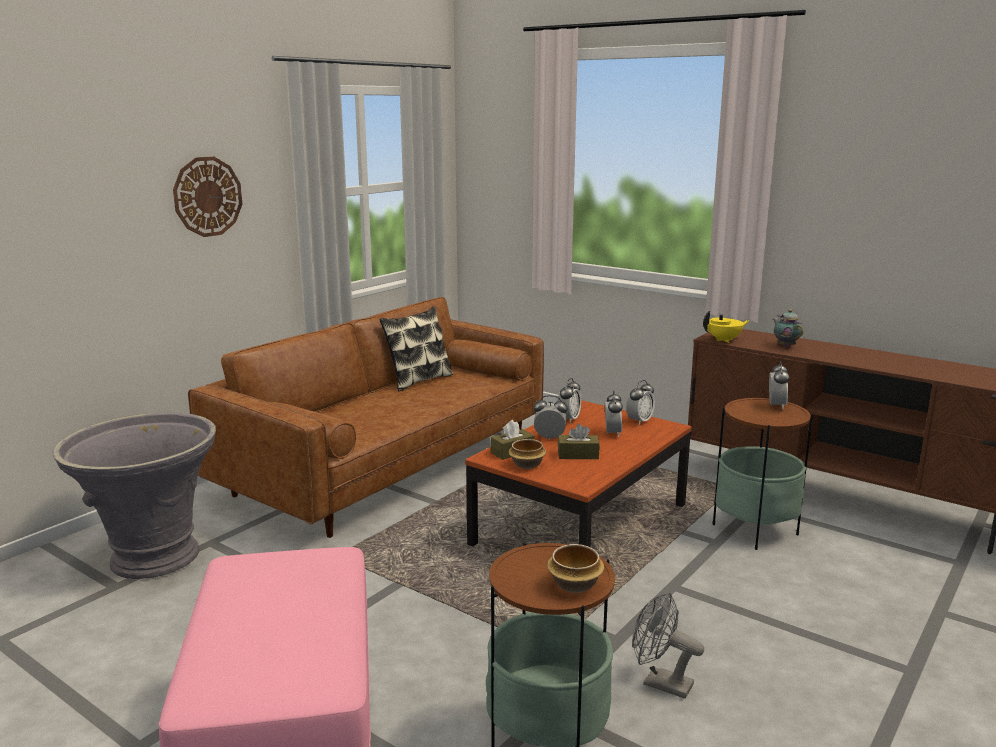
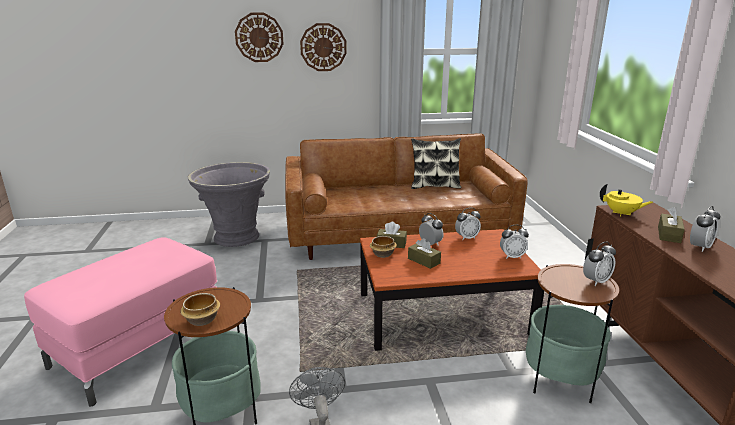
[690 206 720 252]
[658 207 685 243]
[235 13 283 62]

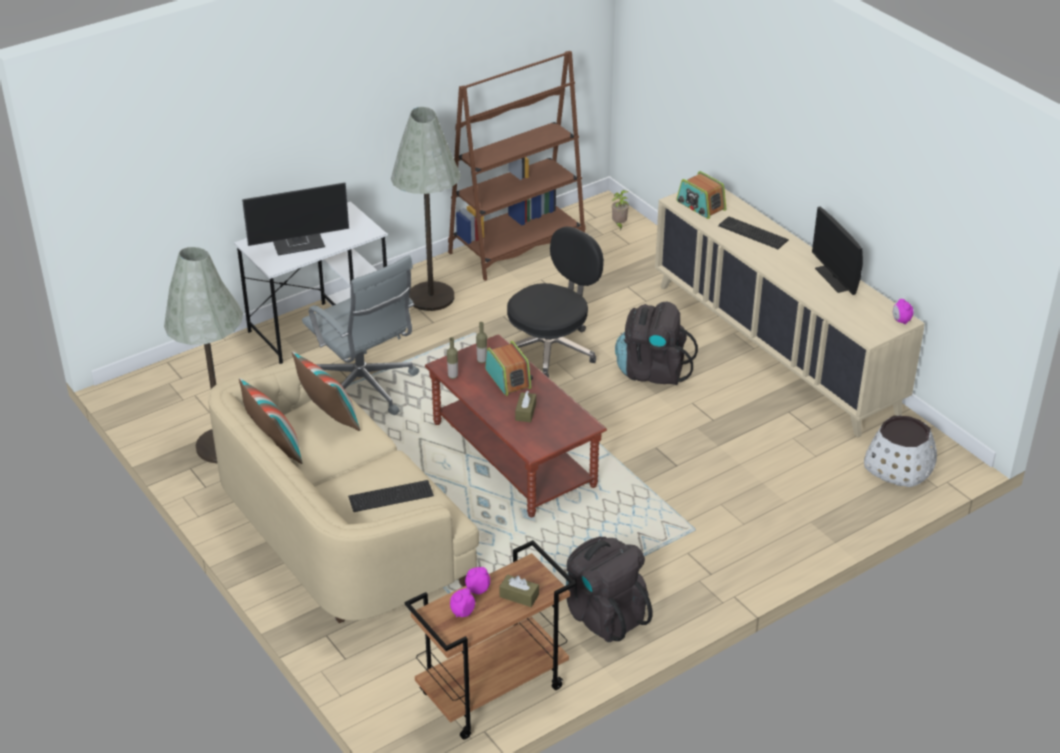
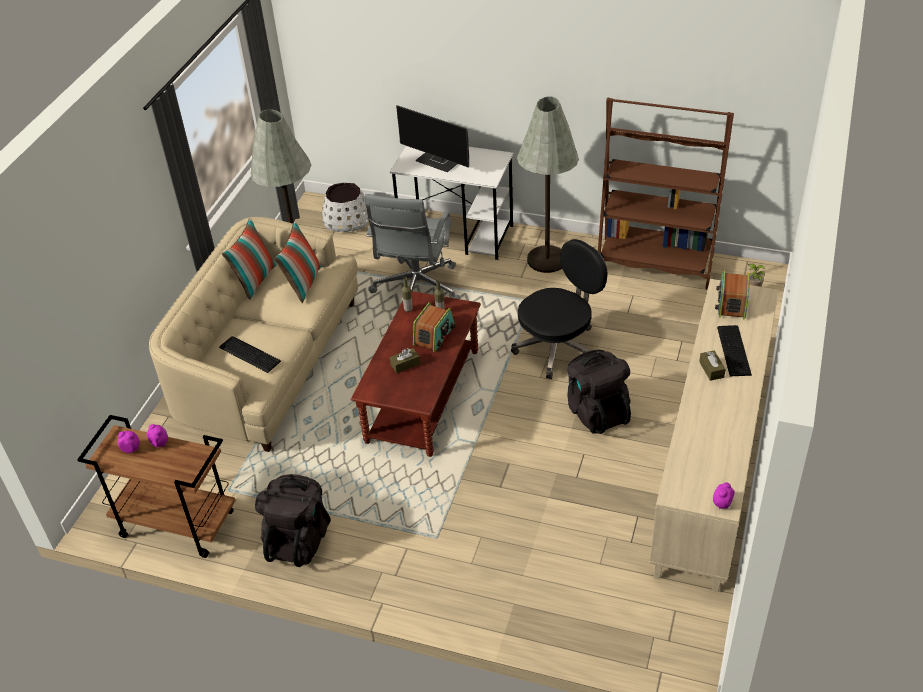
[699 351 726 381]
[511 239 608 379]
[812 207 863 295] (first image)
[322 183 369 232]

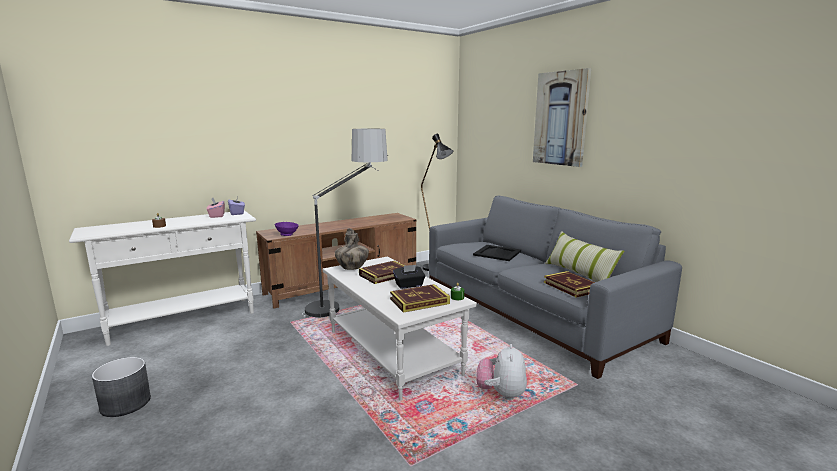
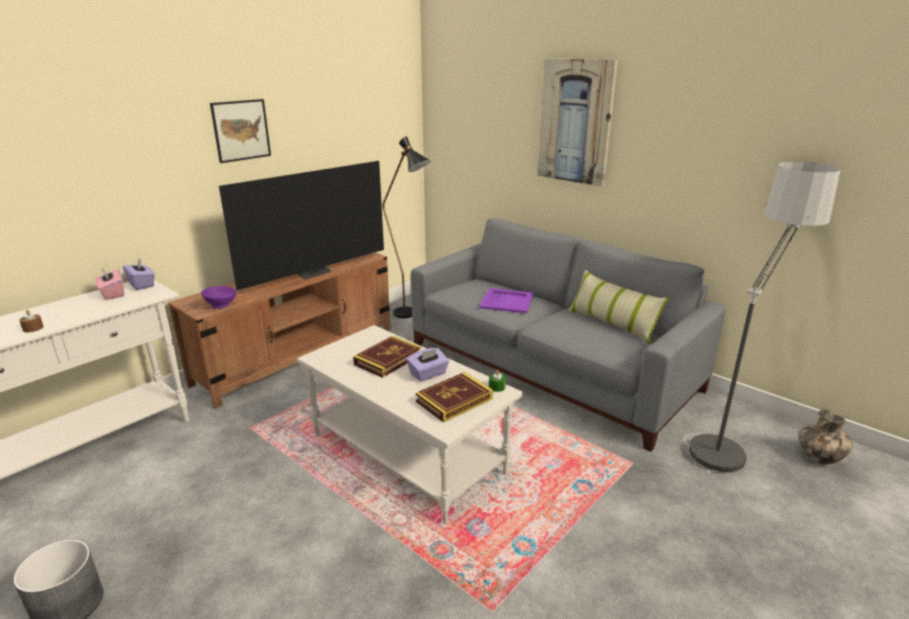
[684 162 841 474]
[799 409 853 465]
[406 348 449 382]
[479 288 534 314]
[476 344 527 400] (first image)
[544 271 595 298] (first image)
[210 99 271 163]
[219 161 384 290]

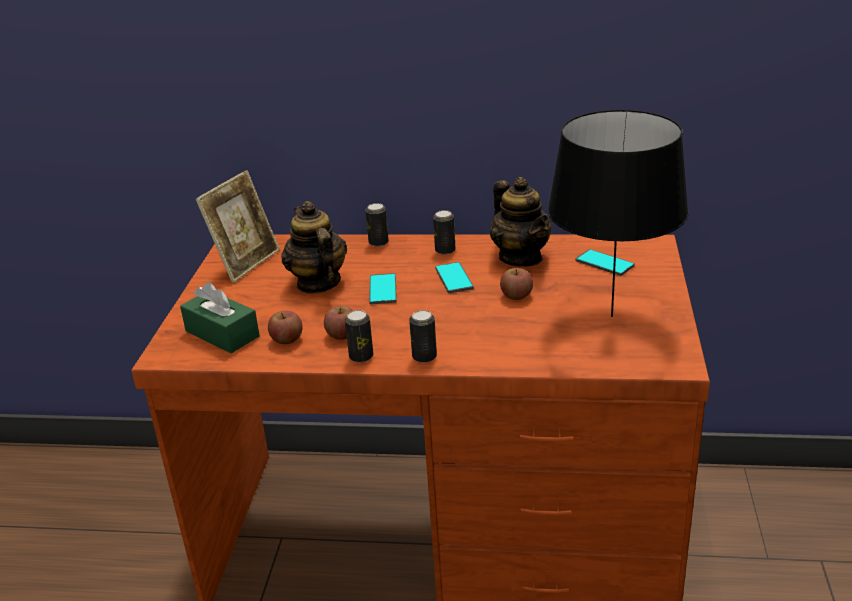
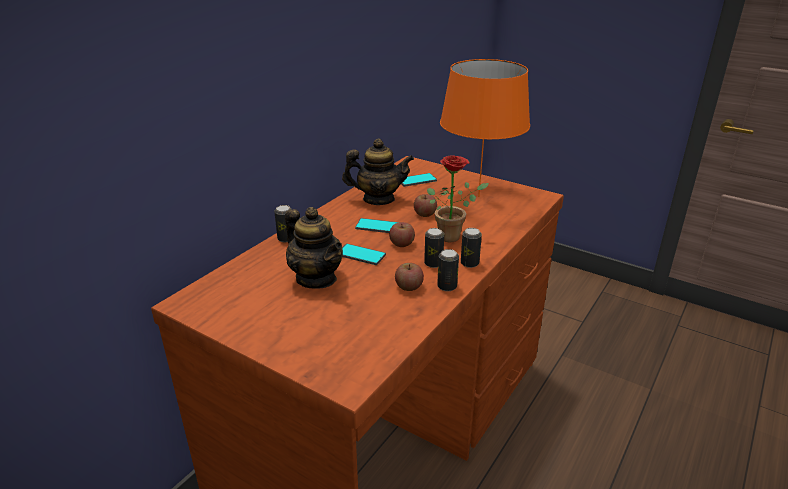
[180 282 260 353] (first image)
[195 170 280 283] (first image)
[389 222 415 247]
[285 207 343 289]
[424 228 444 268]
[440 59 530 197]
[427 155 489 242]

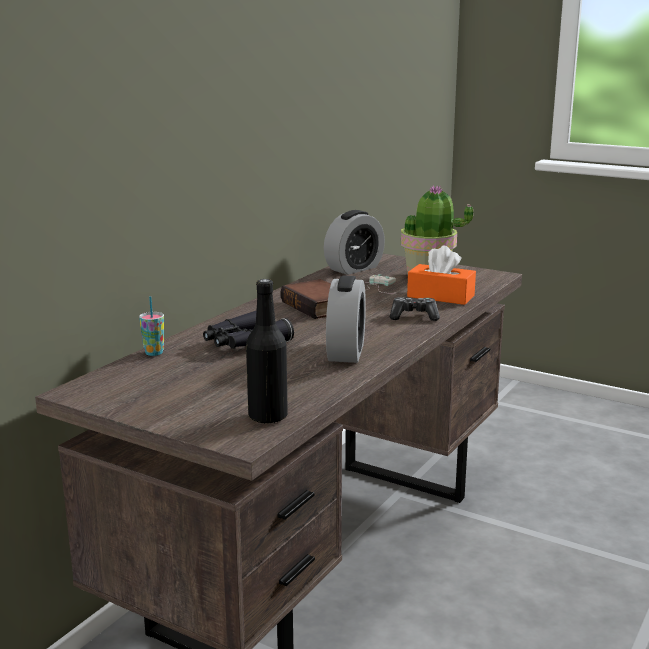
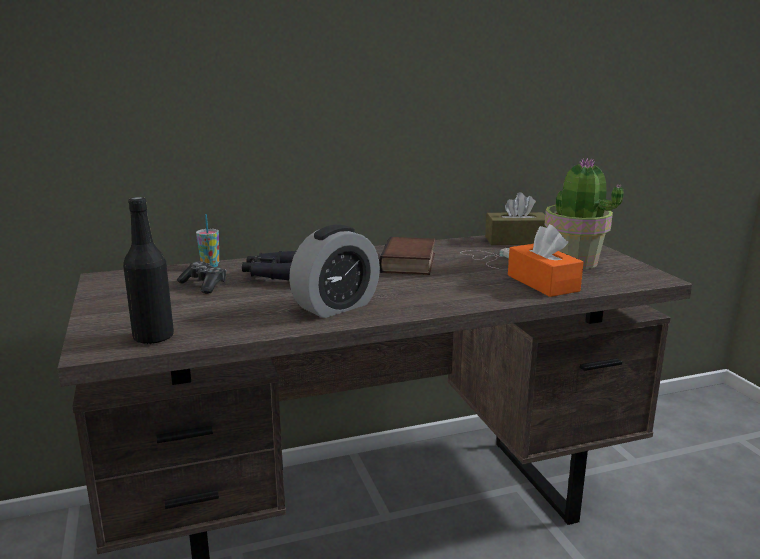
[485 192 547 245]
[177 261 227 294]

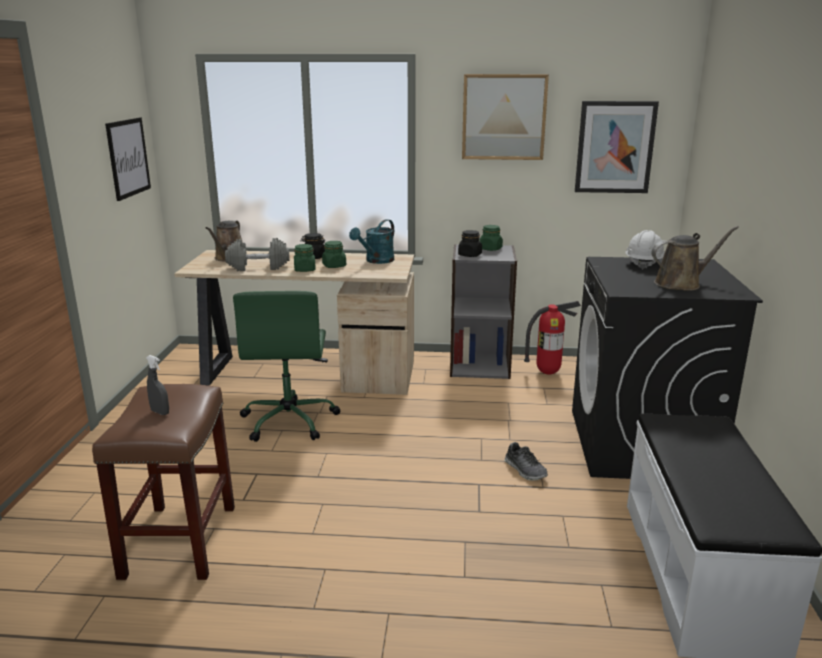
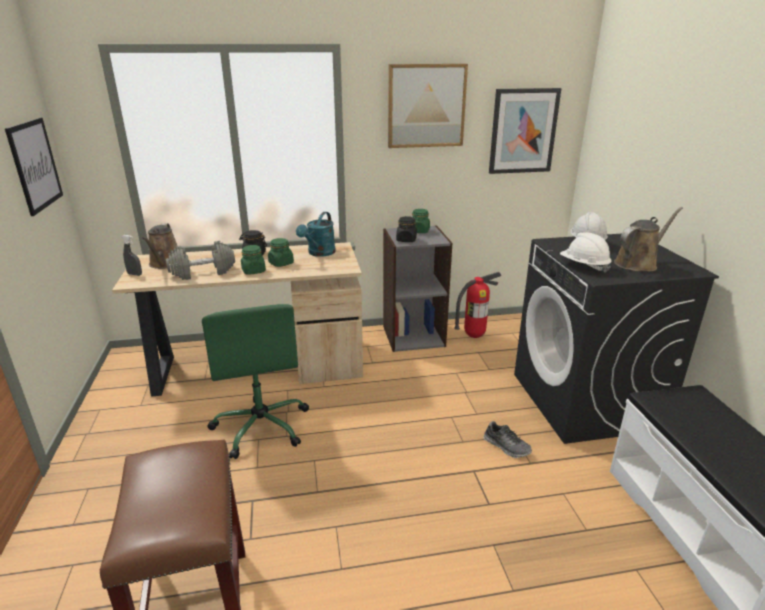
[122 235 142 276]
[560 232 612 273]

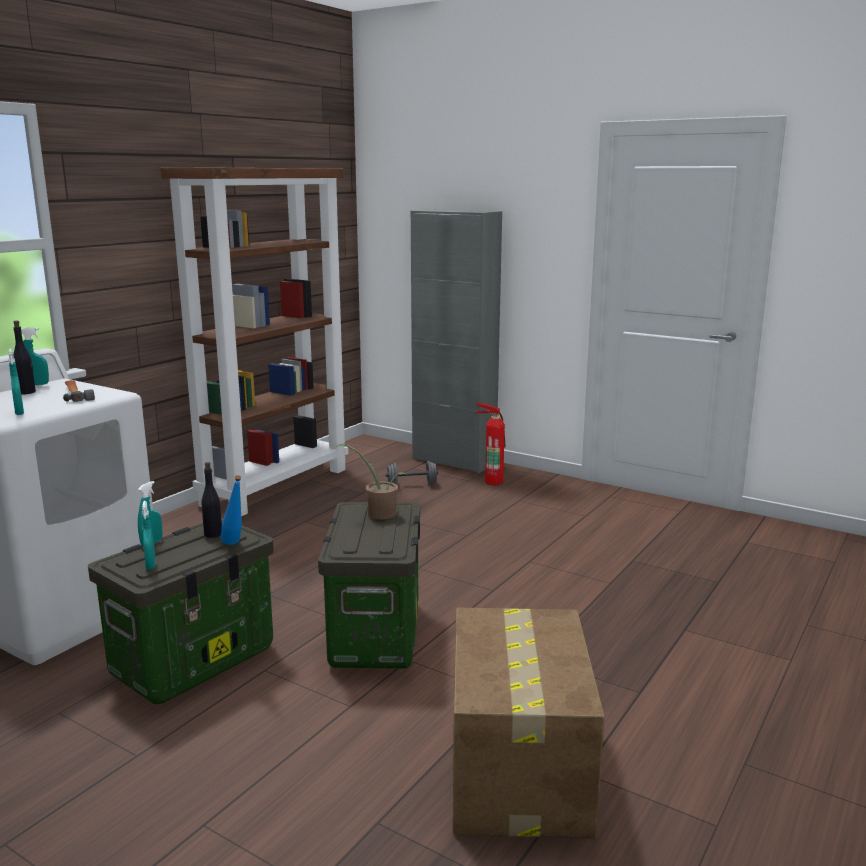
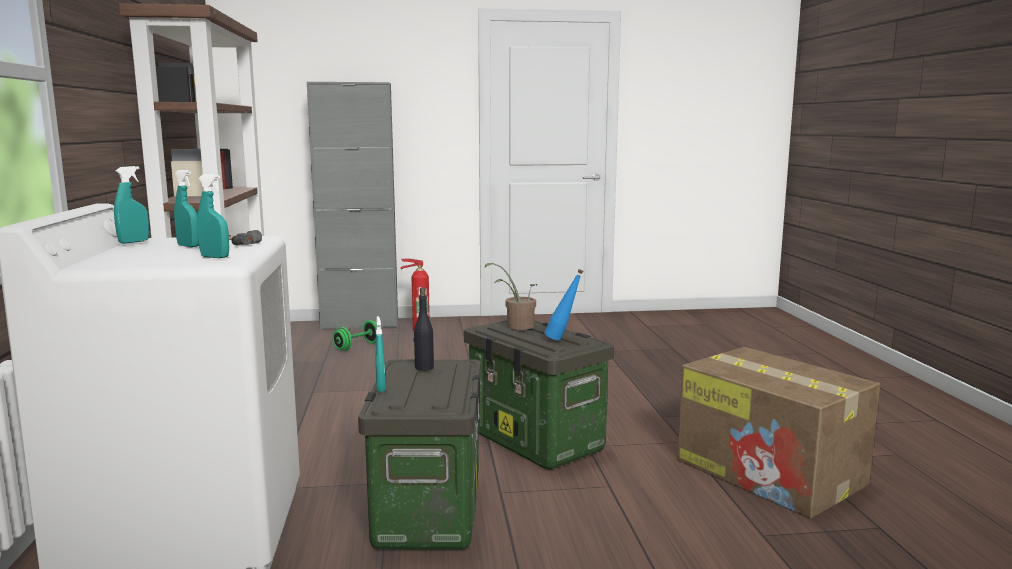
[13 321 36 394] (first image)
[174 170 199 247]
[544 269 583 340]
[332 320 376 351]

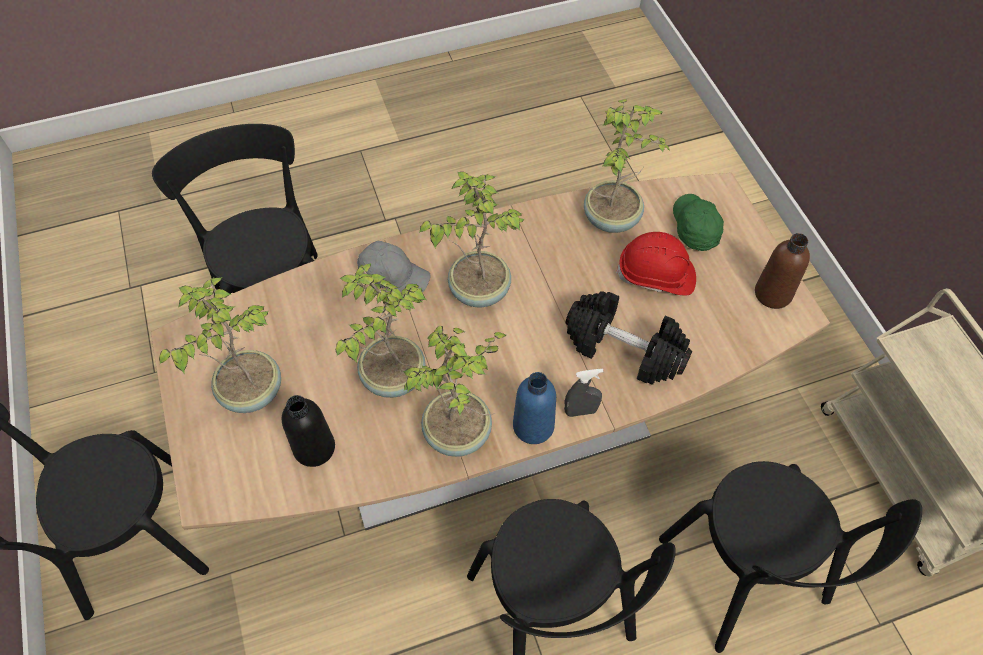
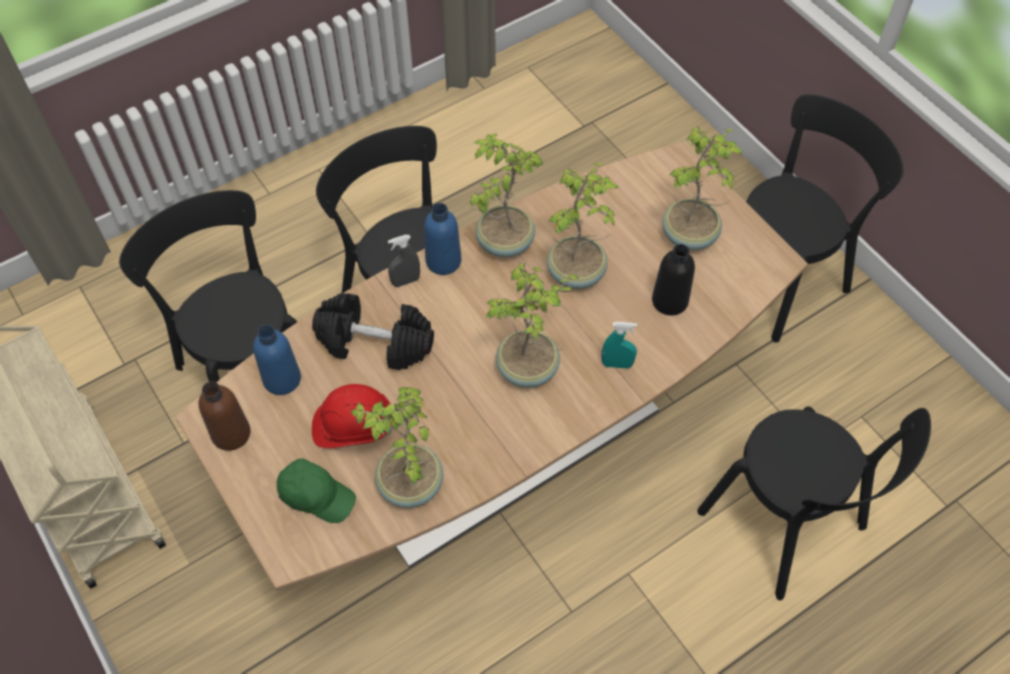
[652 244 695 316]
[601 322 637 369]
[277 458 356 523]
[253 325 301 395]

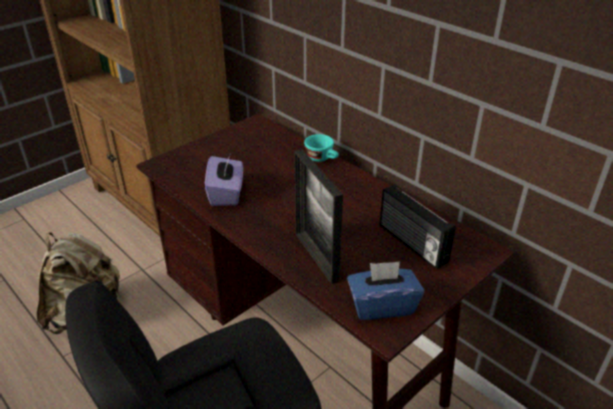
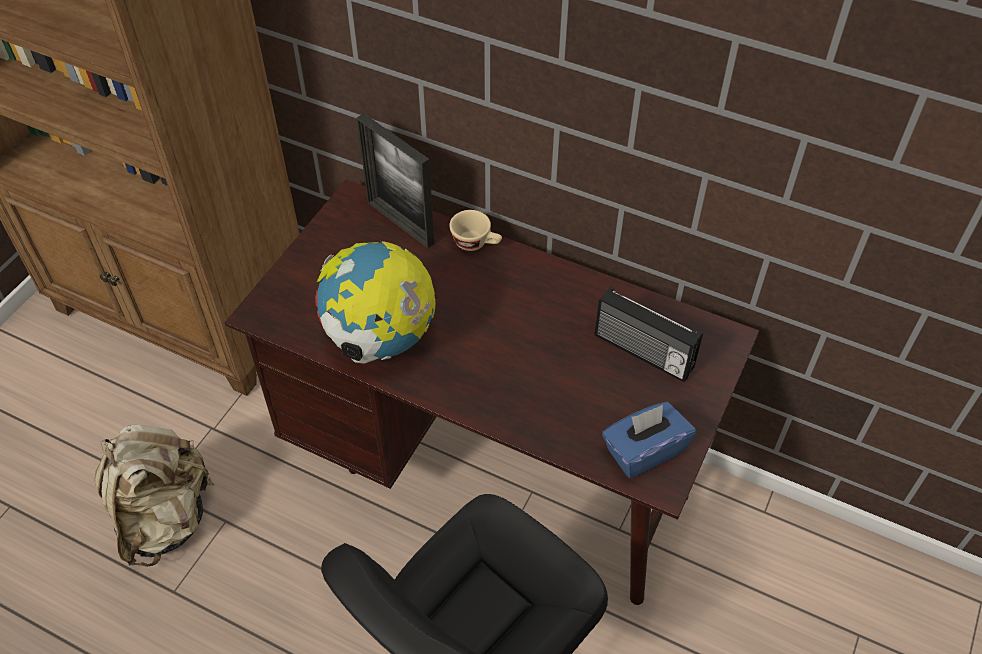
[315 240 436 364]
[357 113 434 248]
[449 210 502 251]

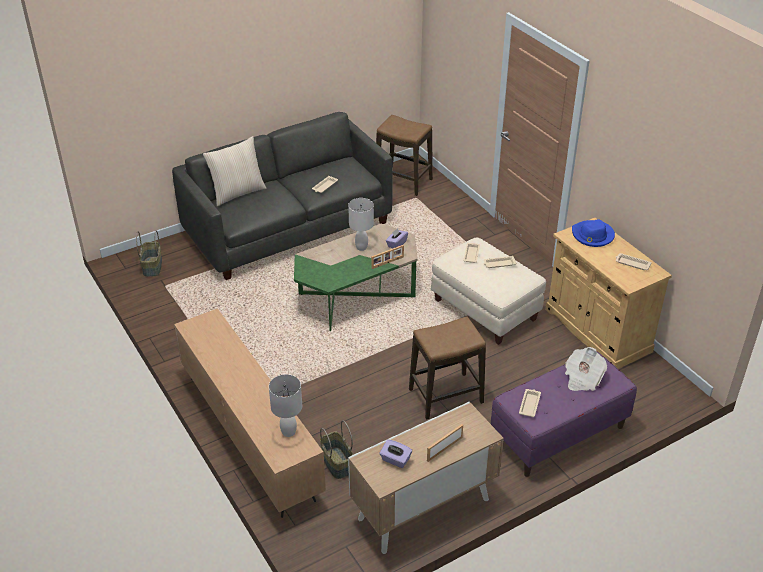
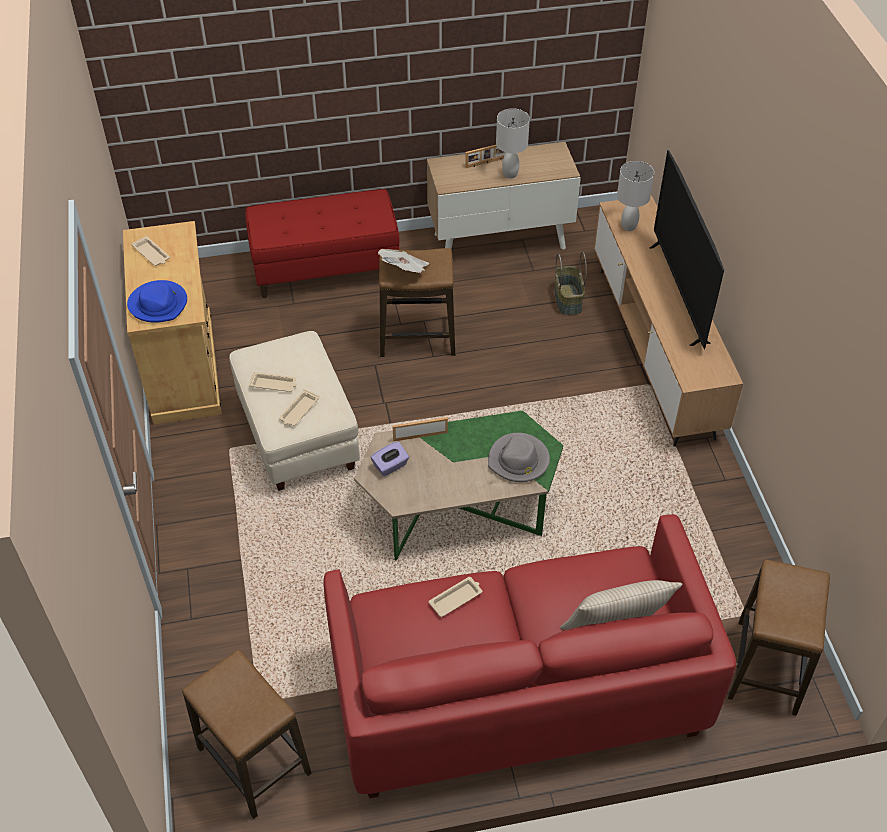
[728 560 830 716]
[323 514 736 798]
[496 108 530 178]
[380 439 412 468] (first image)
[245 189 400 298]
[519 389 541 417] (first image)
[378 249 429 273]
[488 433 550 482]
[650 150 724 349]

